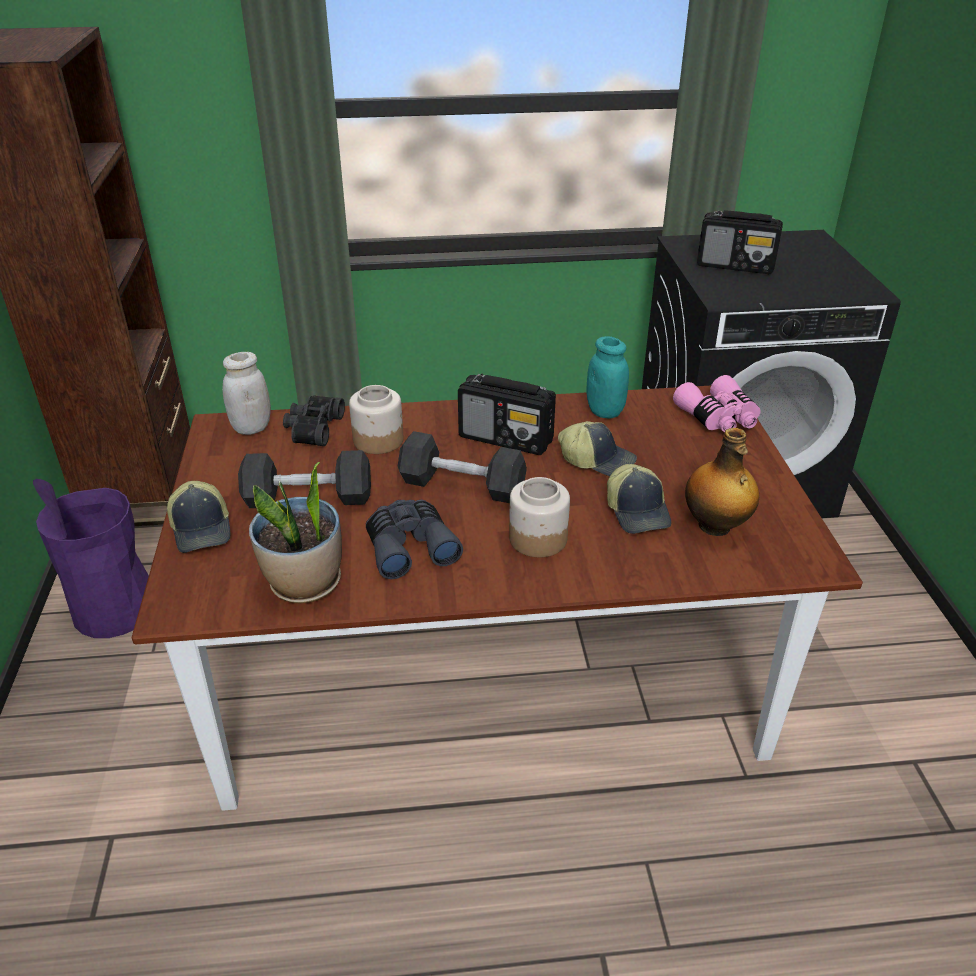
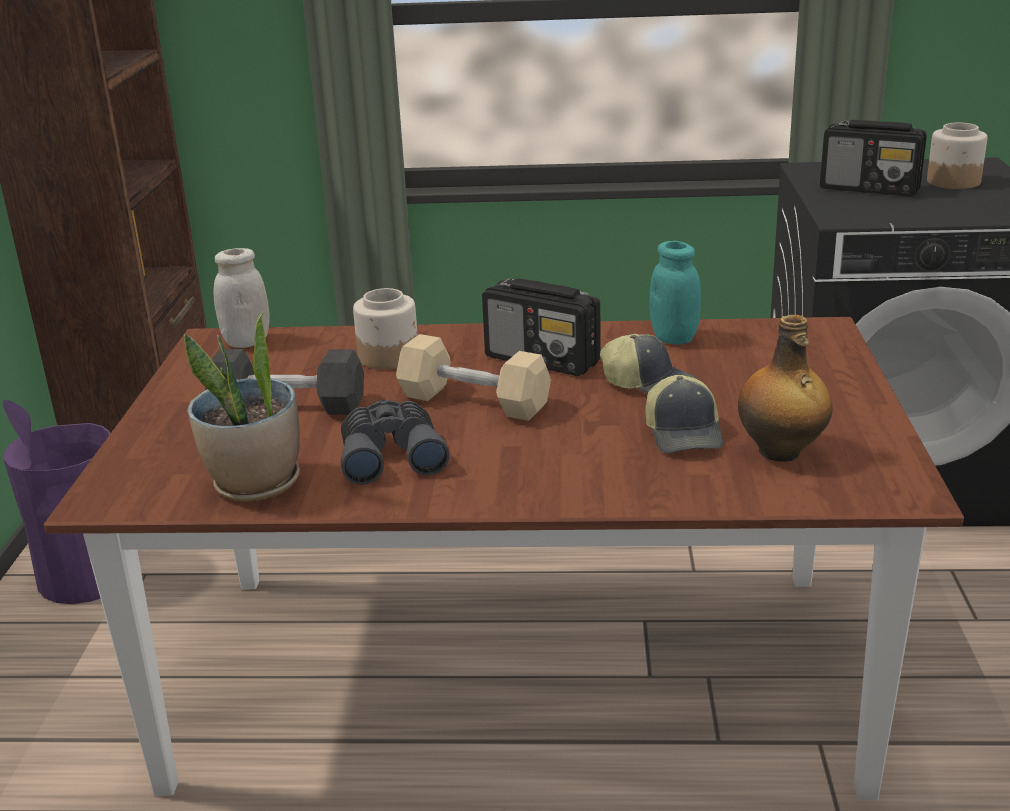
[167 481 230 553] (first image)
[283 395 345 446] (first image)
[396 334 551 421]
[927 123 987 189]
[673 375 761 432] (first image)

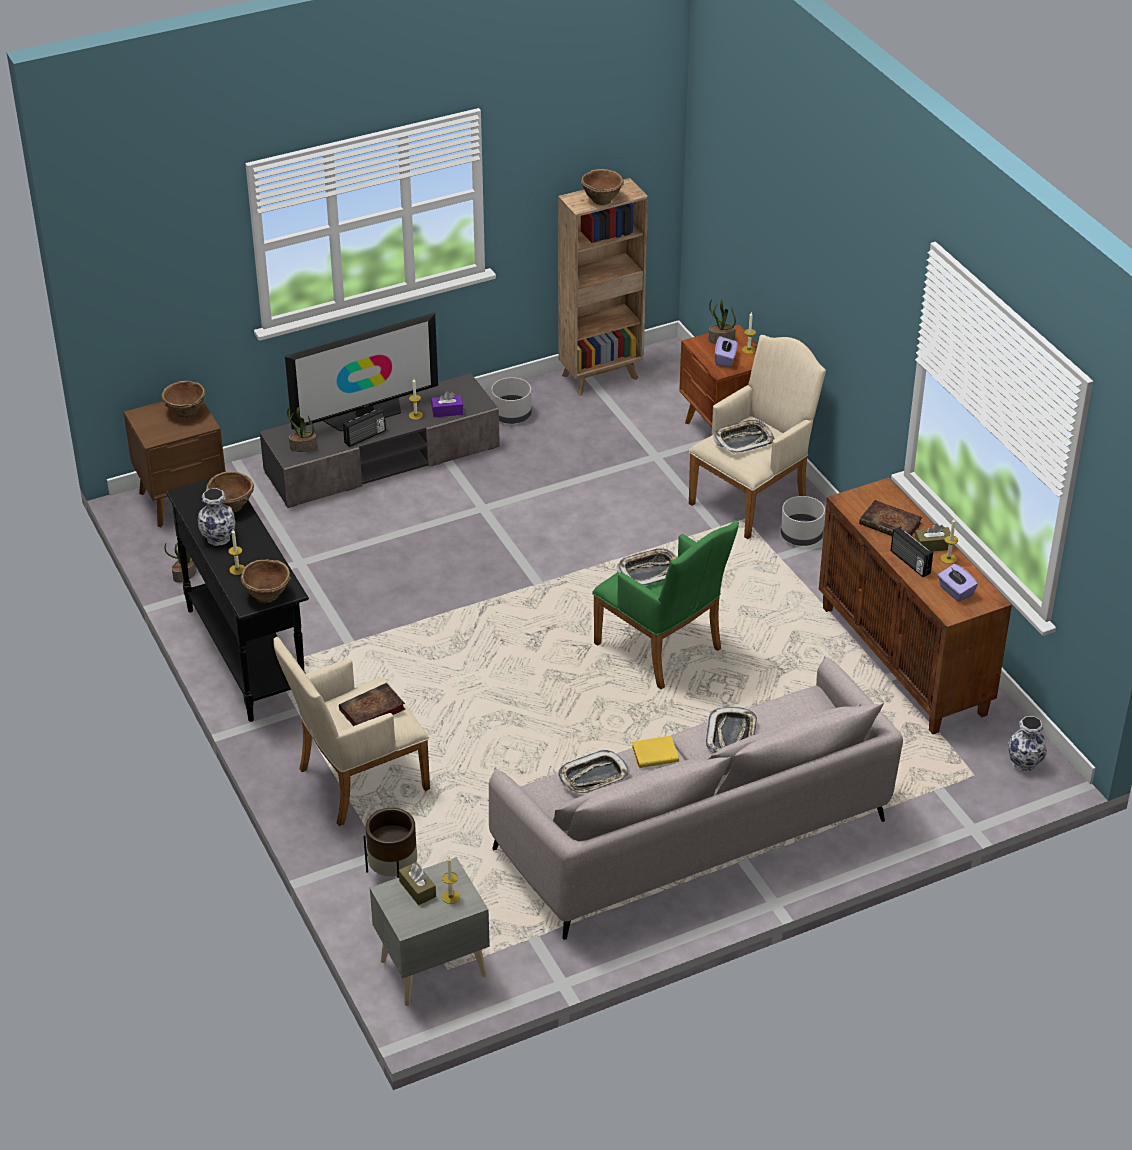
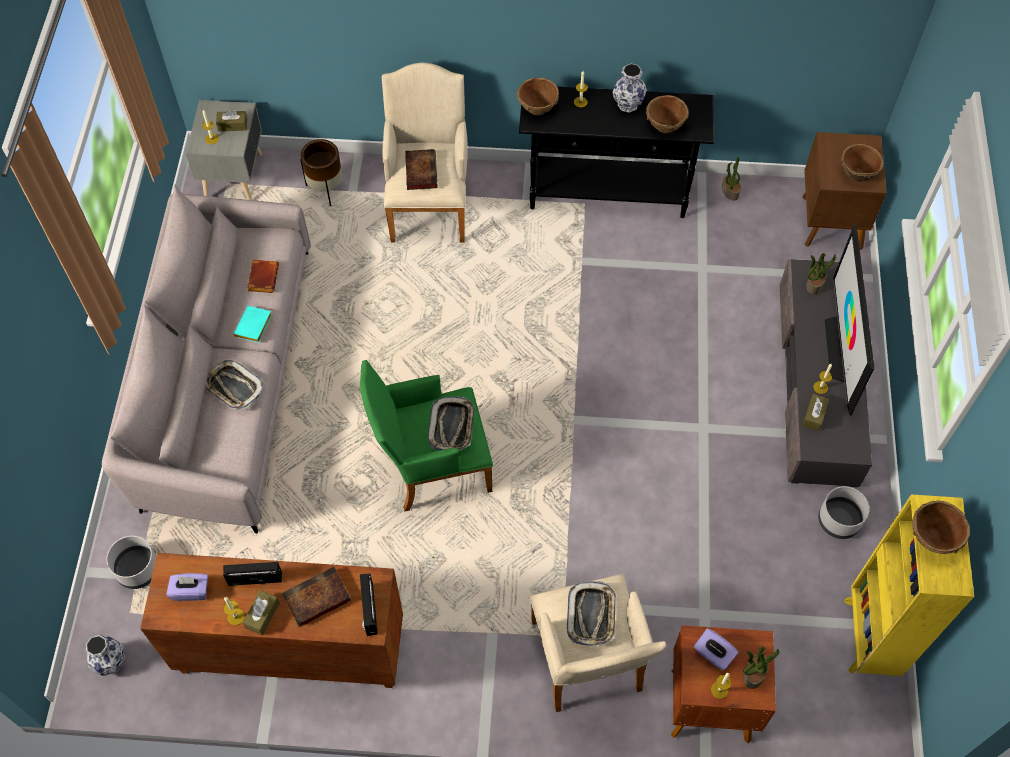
[360 573 378 636]
[802 394 829 431]
[844 494 974 677]
[247 260 279 293]
[233 306 272 343]
[106 536 156 589]

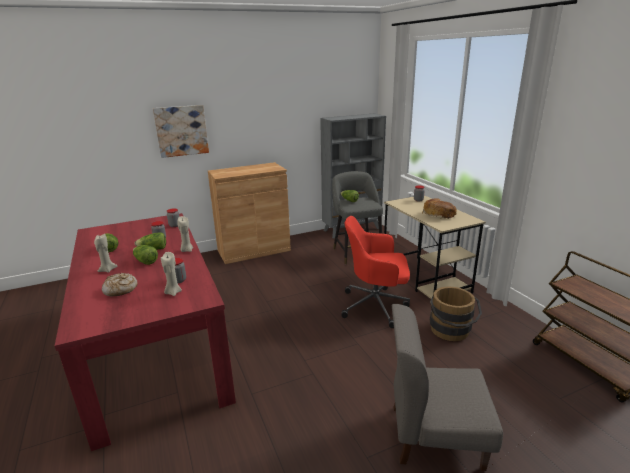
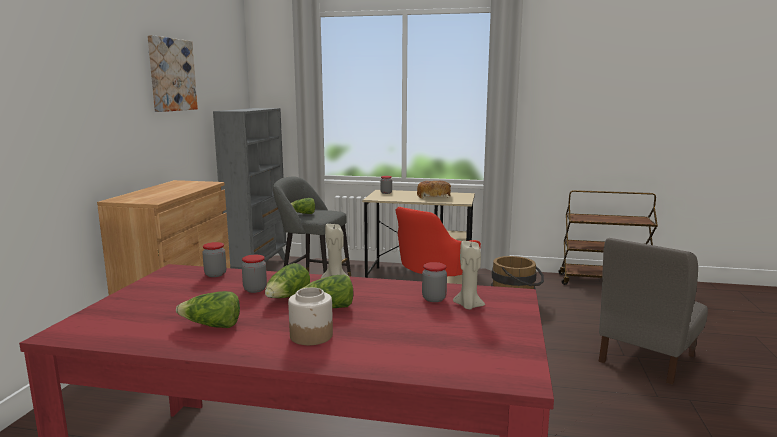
[288 288 333 345]
[102 273 138 296] (first image)
[147 35 198 112]

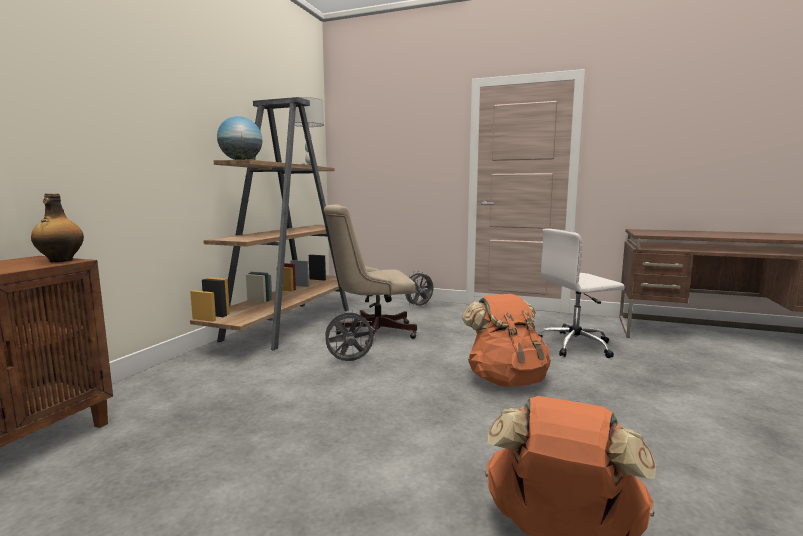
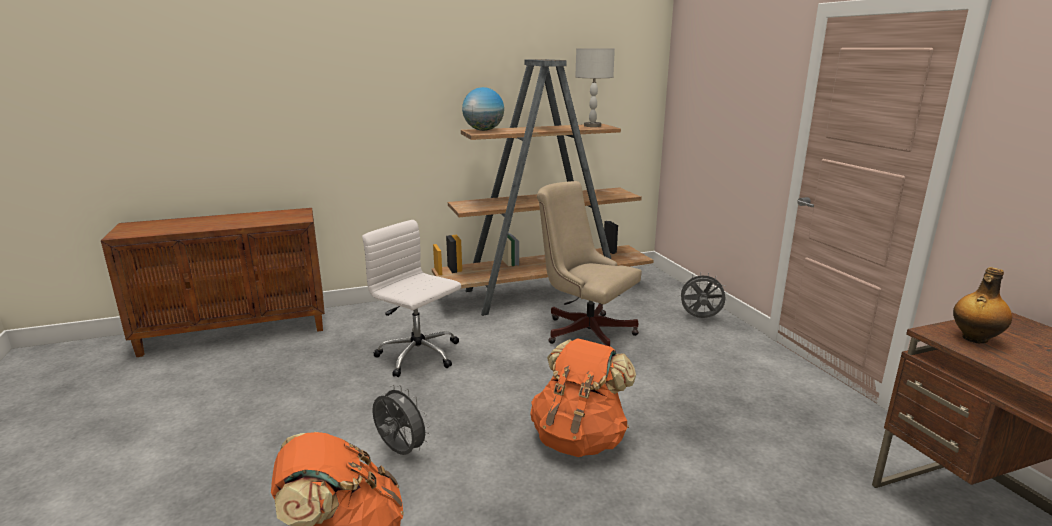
[953 267 1012 343]
[372 385 431 455]
[362 220 461 377]

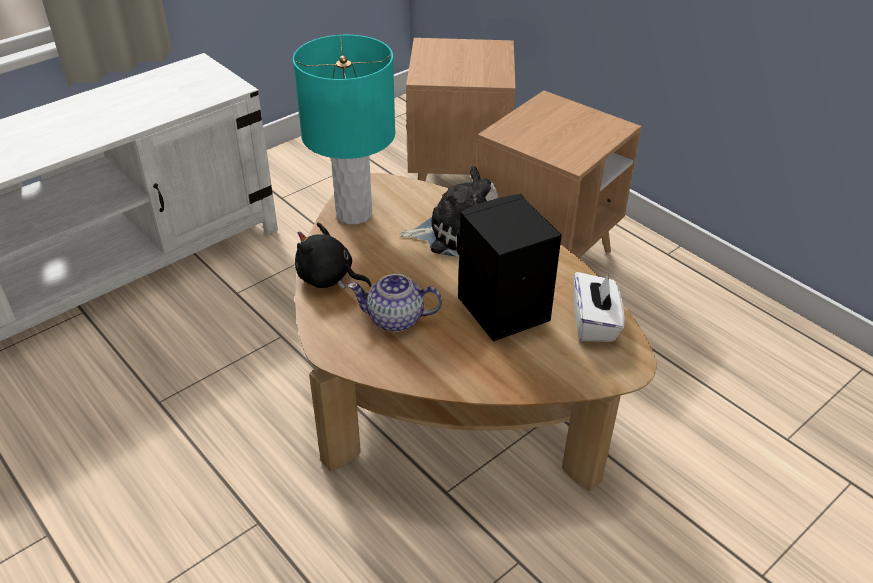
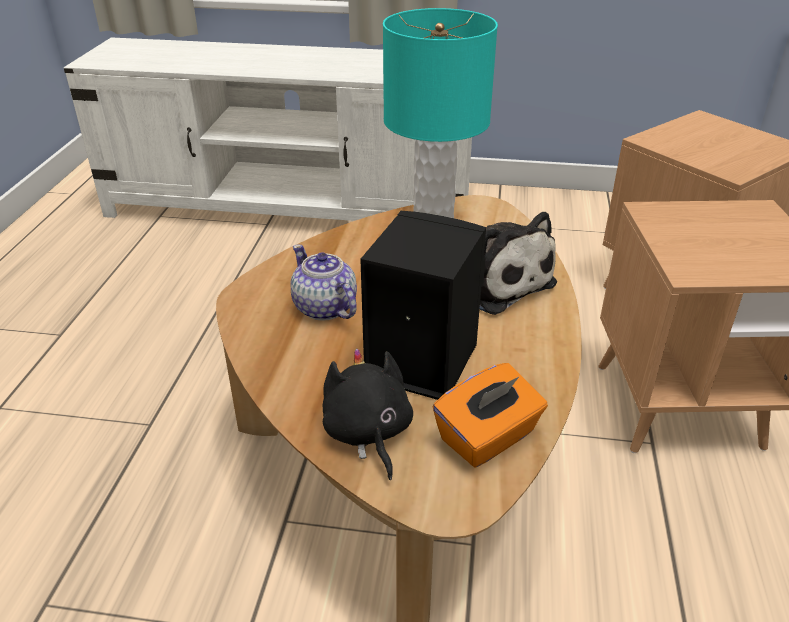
[323 349 413 480]
[433 363 548 467]

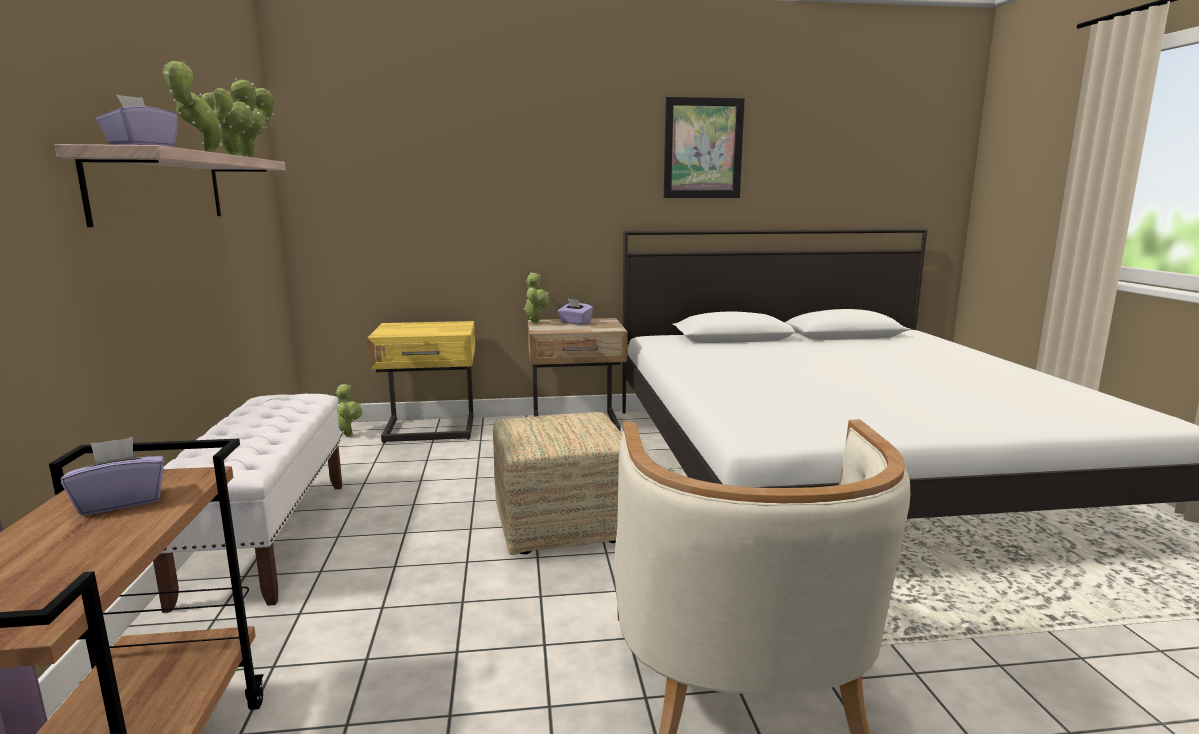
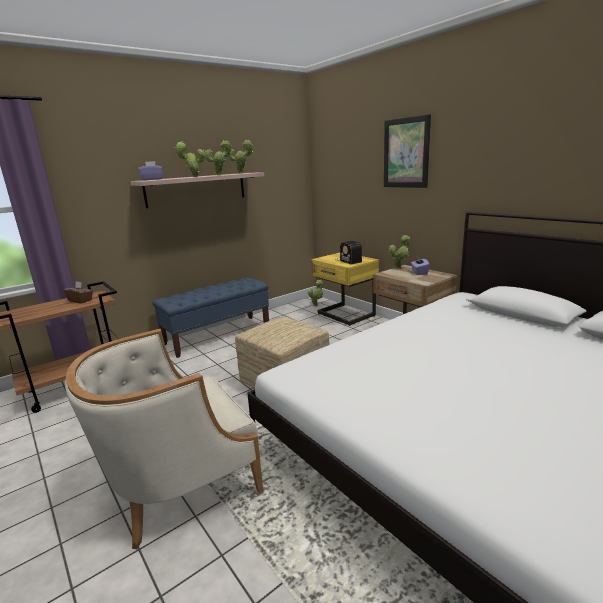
[63 282 93 303]
[152 277 269 358]
[384 114 431 188]
[337 241 362 264]

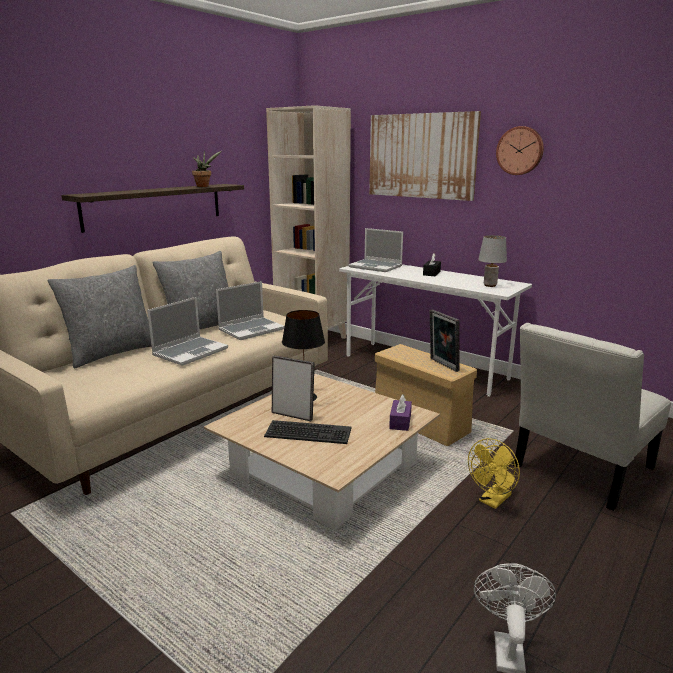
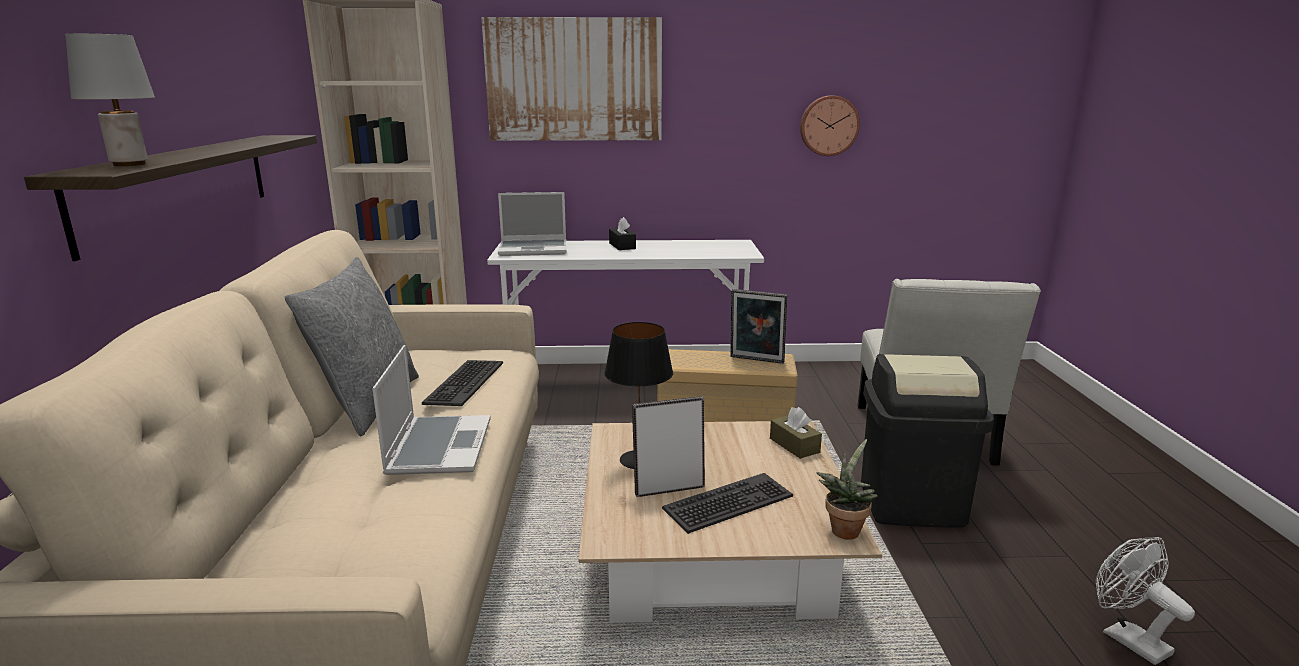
[47 265 152 369] (first image)
[817 439 878 540]
[422 360 503 406]
[770 407 822 459]
[861 354 994 528]
[65 34 155 166]
[800 95 860 156]

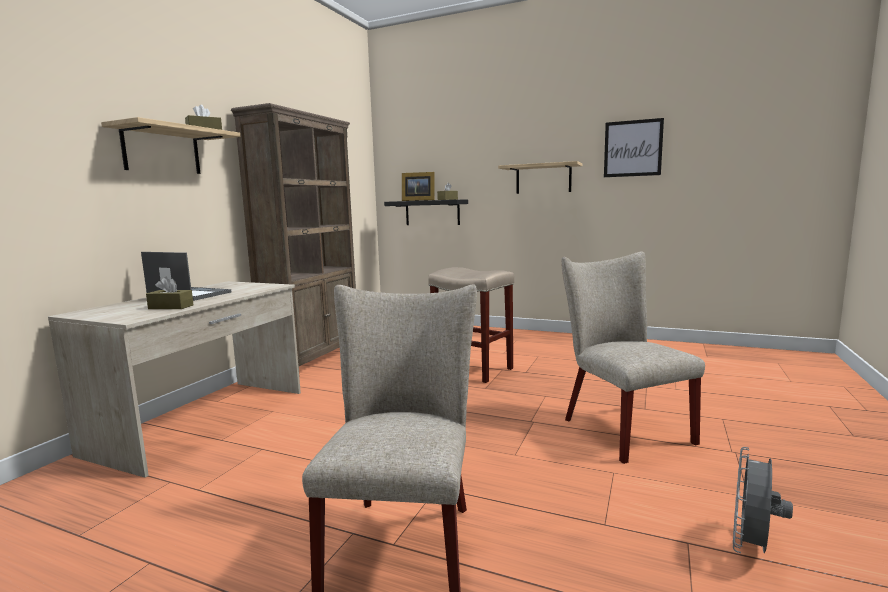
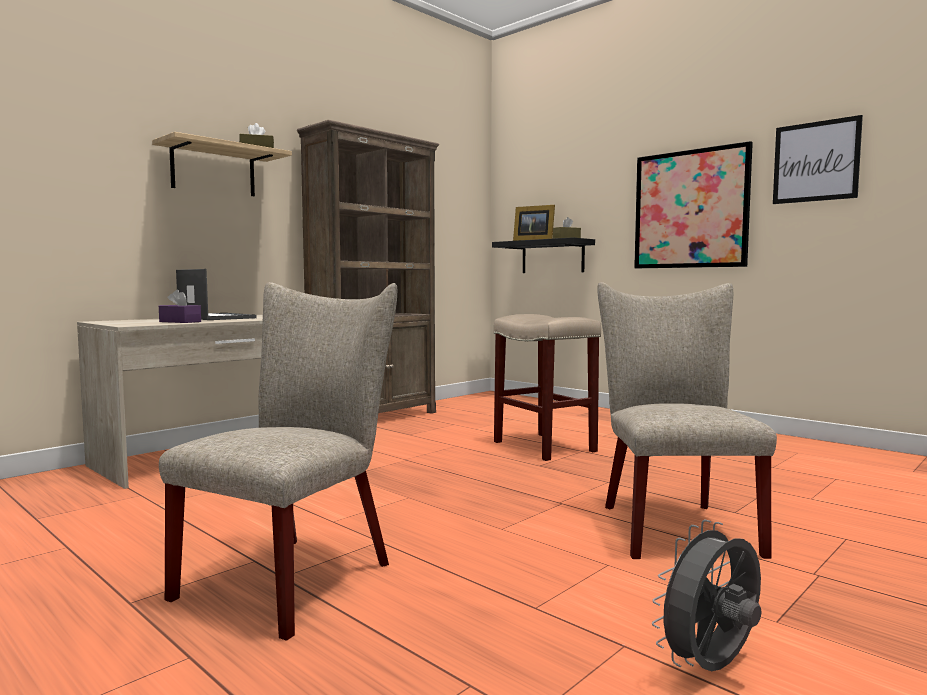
[159 289 201 323]
[634 141 753 268]

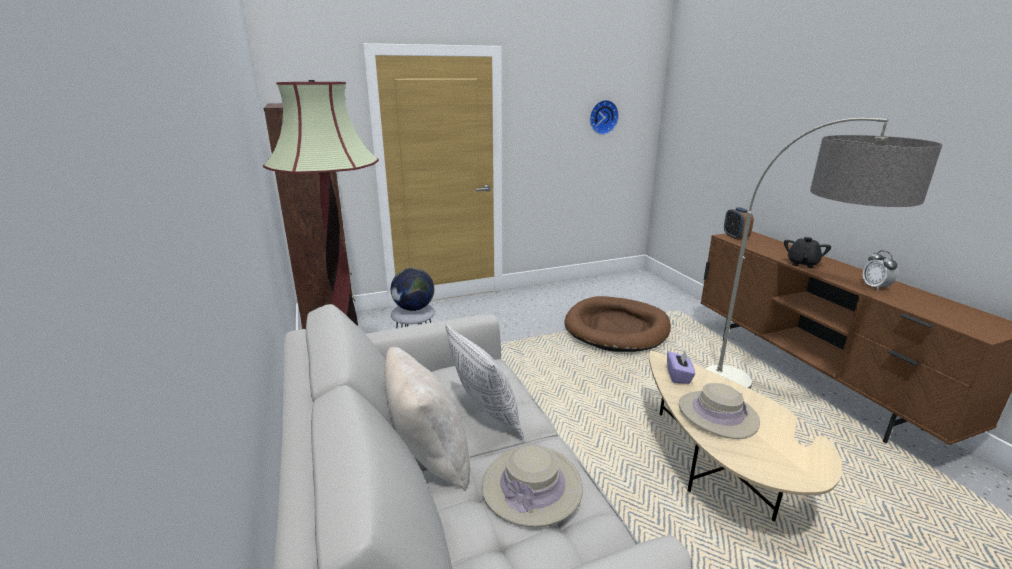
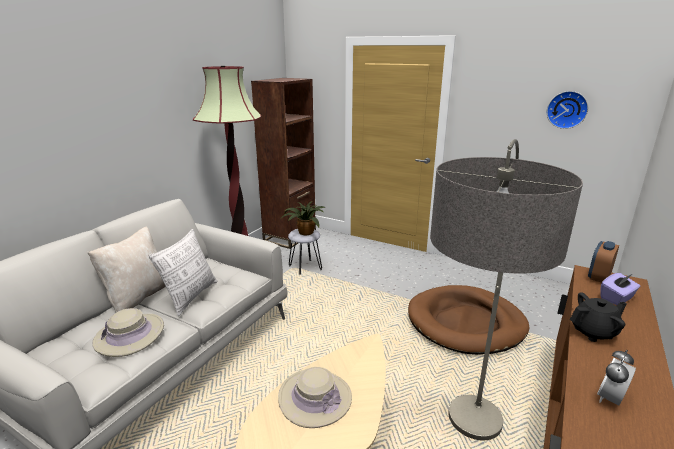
[281 201 326 235]
[600 273 640 305]

